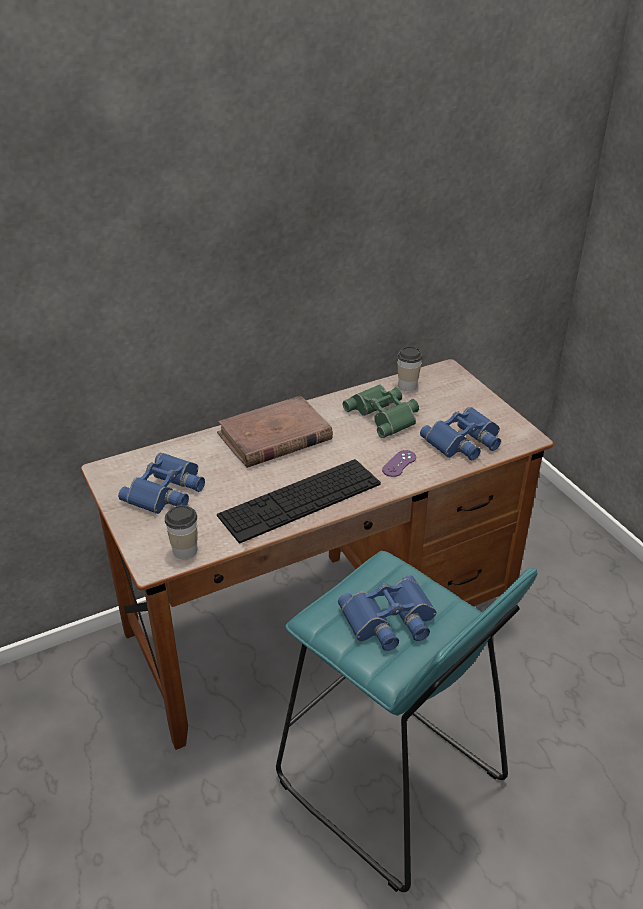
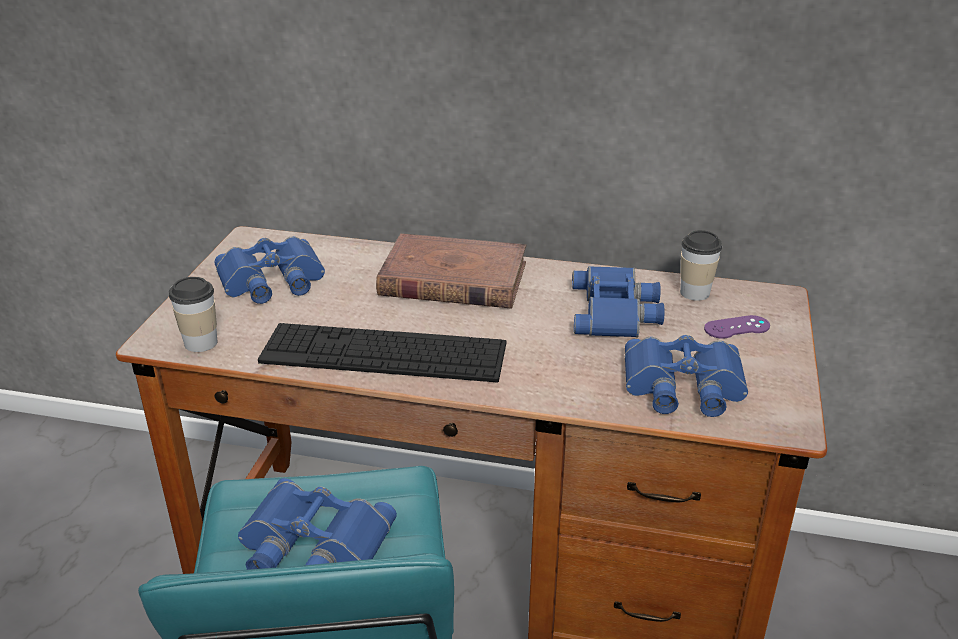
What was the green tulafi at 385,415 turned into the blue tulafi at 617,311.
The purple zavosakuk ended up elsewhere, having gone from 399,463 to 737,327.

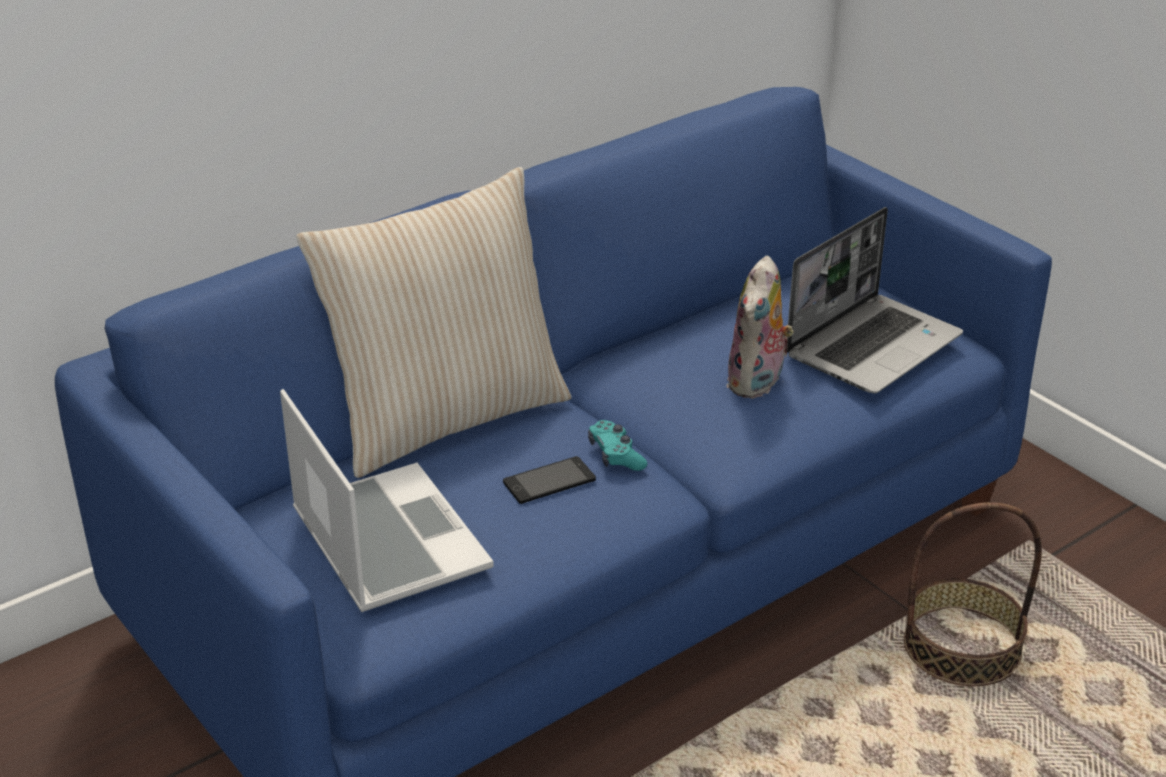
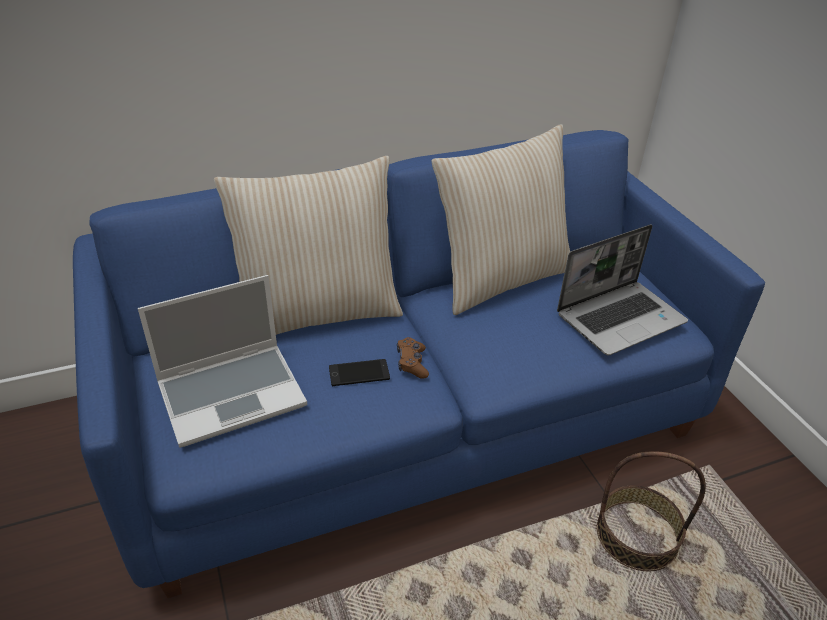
The second view lost the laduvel at 757,383.
The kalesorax at 386,540 ended up facing another way, 75 degrees clockwise from before.
What was the turquoise zavosakuk at 616,455 turned into the brown zavosakuk at 412,363.
The second view gained the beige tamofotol at 500,278.

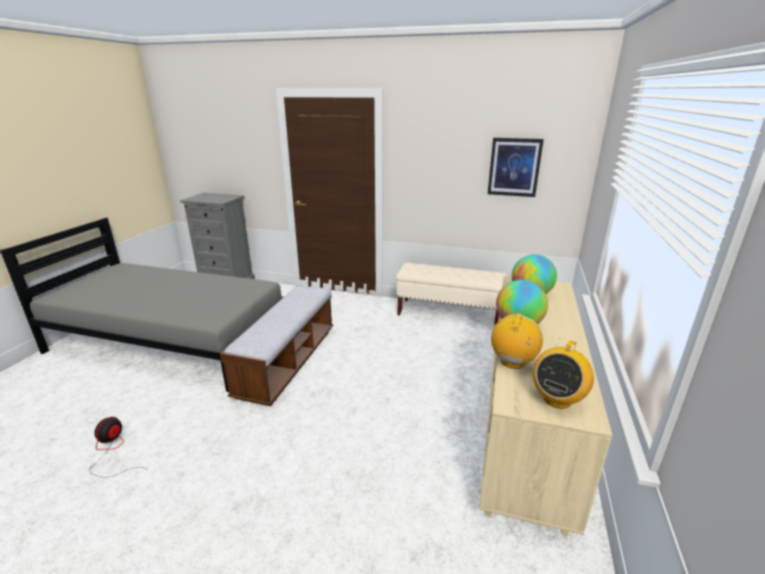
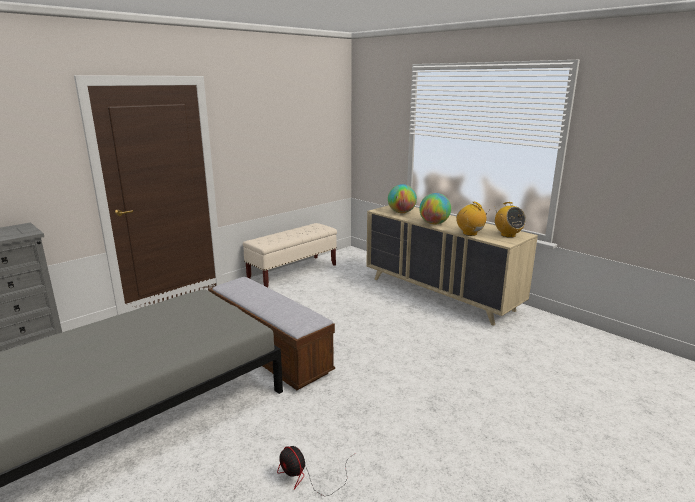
The second view lost the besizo at 514,167.

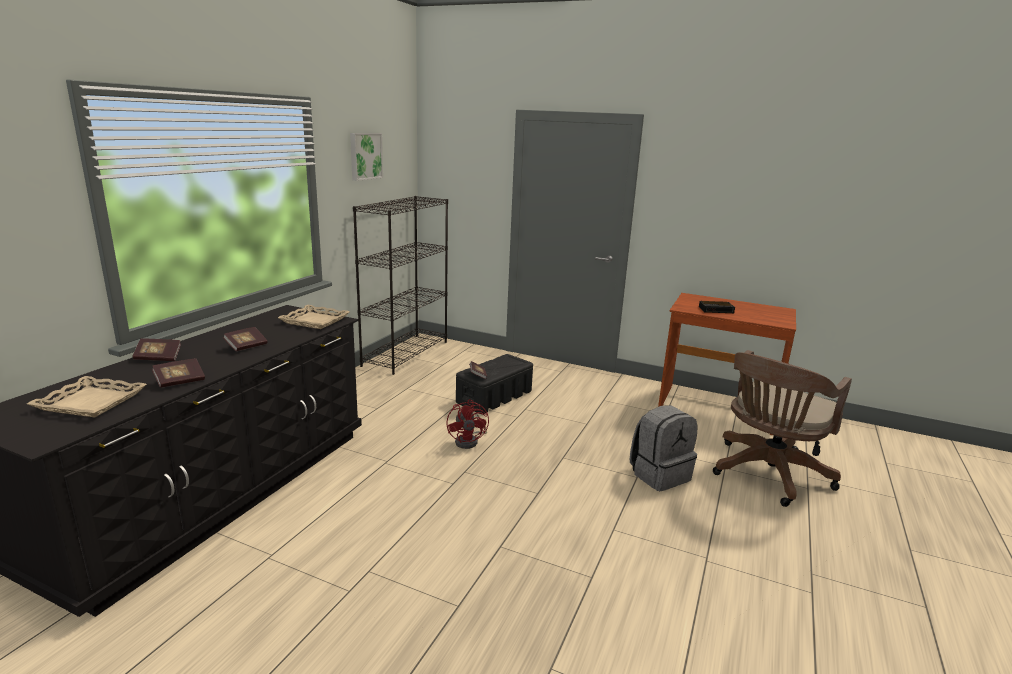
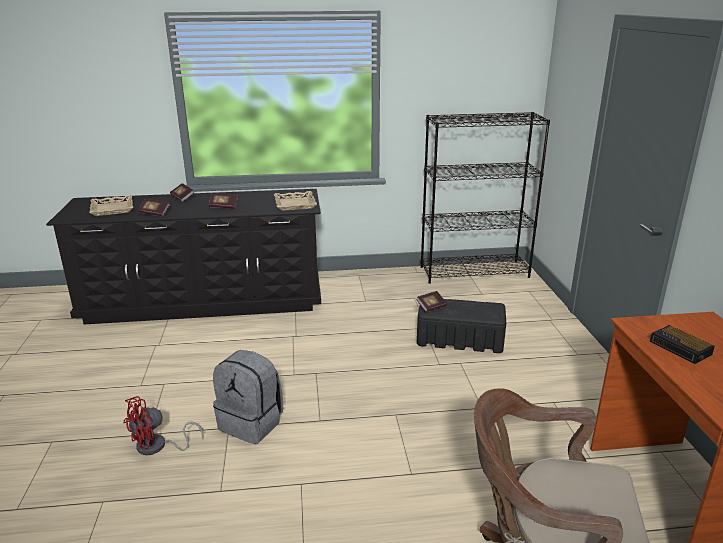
The second view lost the besizo at 365,156.
The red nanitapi ended up elsewhere, having gone from 470,441 to 157,447.
The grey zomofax ended up elsewhere, having gone from 659,474 to 252,423.

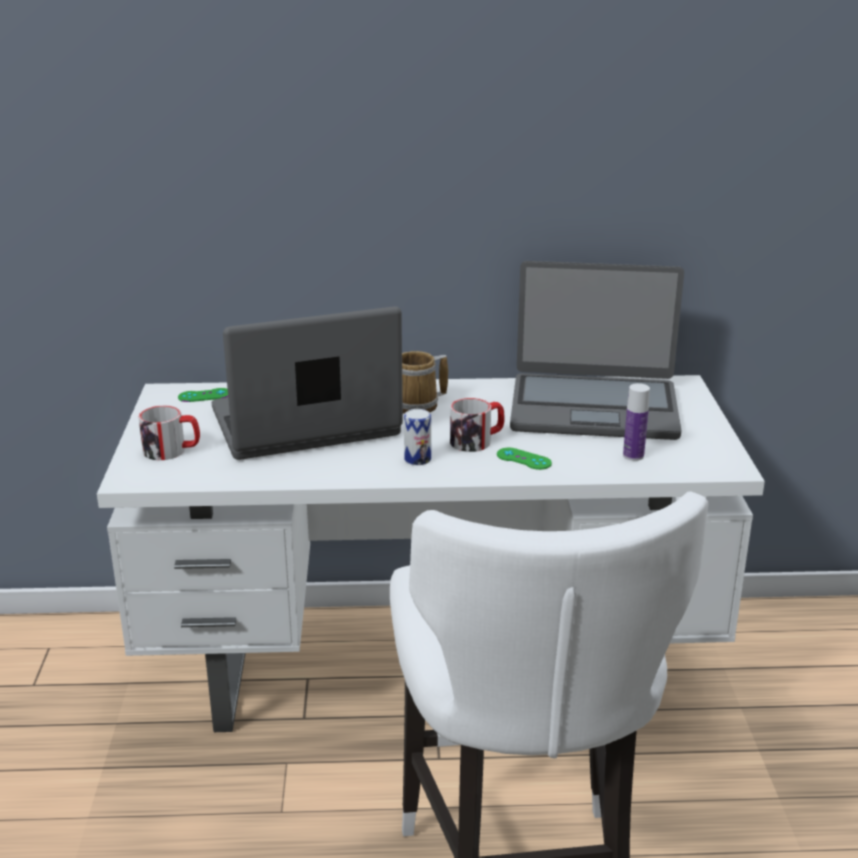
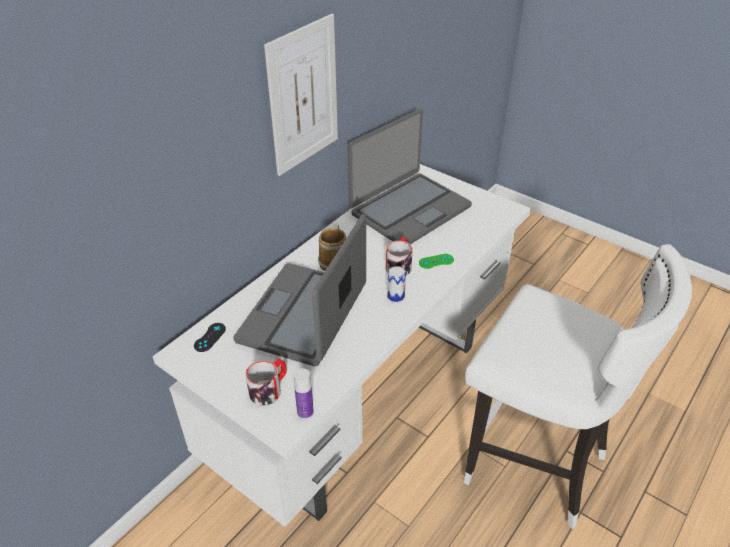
The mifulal ended up elsewhere, having gone from 633,455 to 305,412.
What was the green zavosakuk at 204,395 turned into the black zavosakuk at 210,337.
The second view gained the besizo at 303,96.

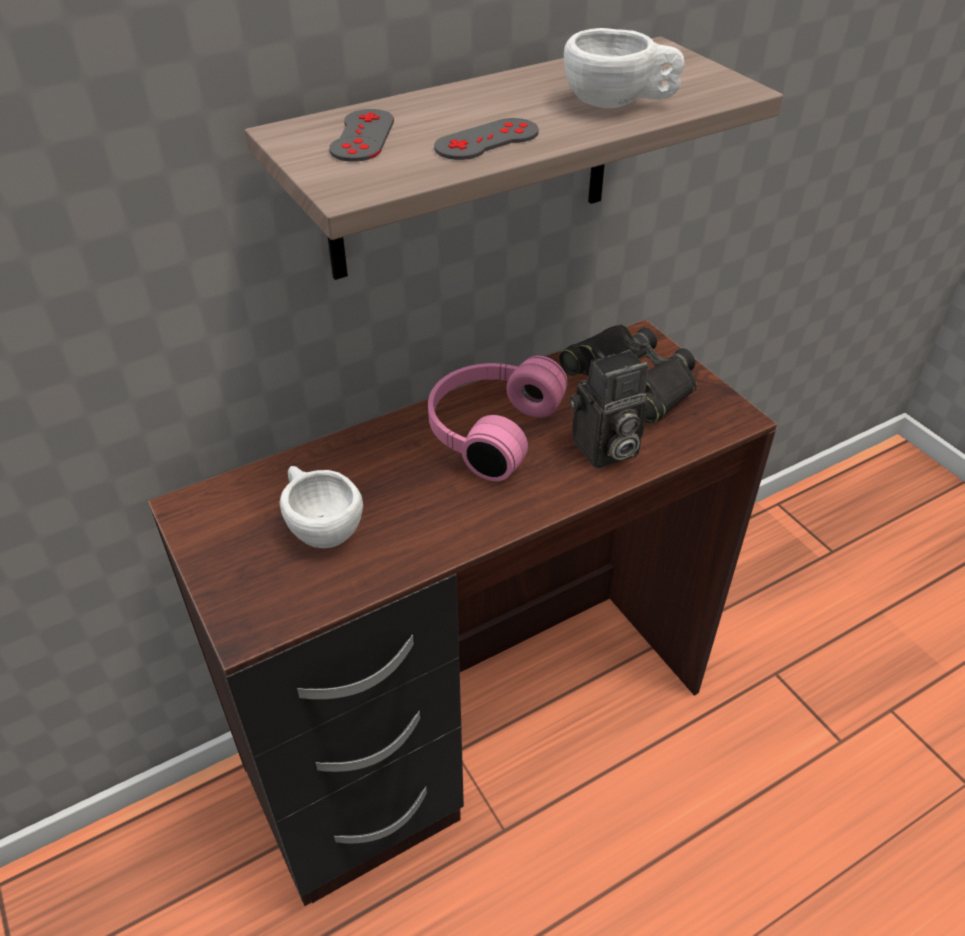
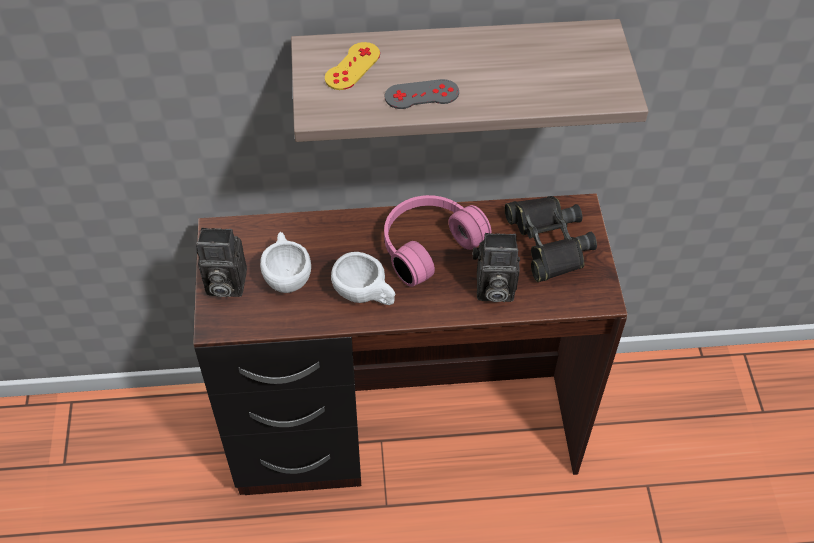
The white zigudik ended up elsewhere, having gone from 619,104 to 365,294.
What was the grey zavosakuk at 362,136 turned into the yellow zavosakuk at 352,66.
The second view gained the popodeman at 223,284.

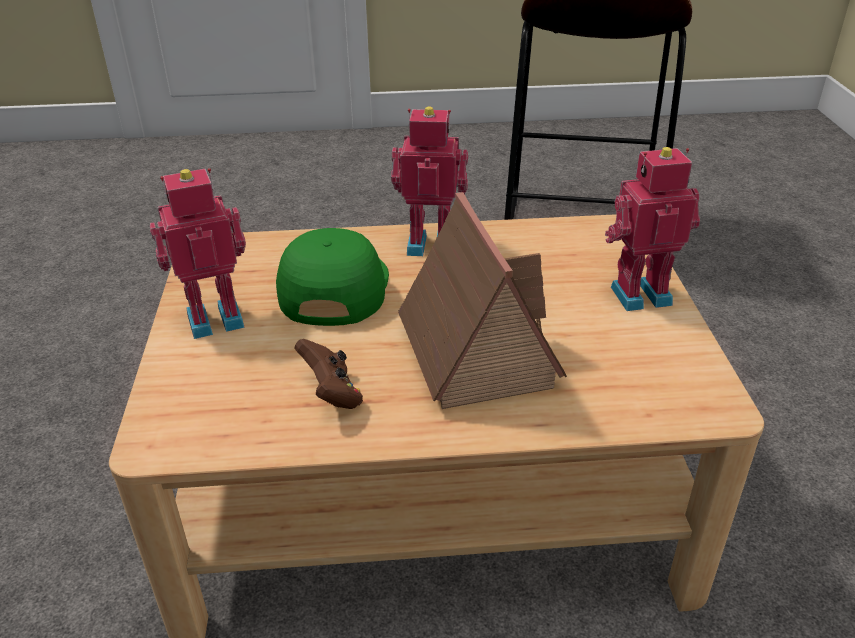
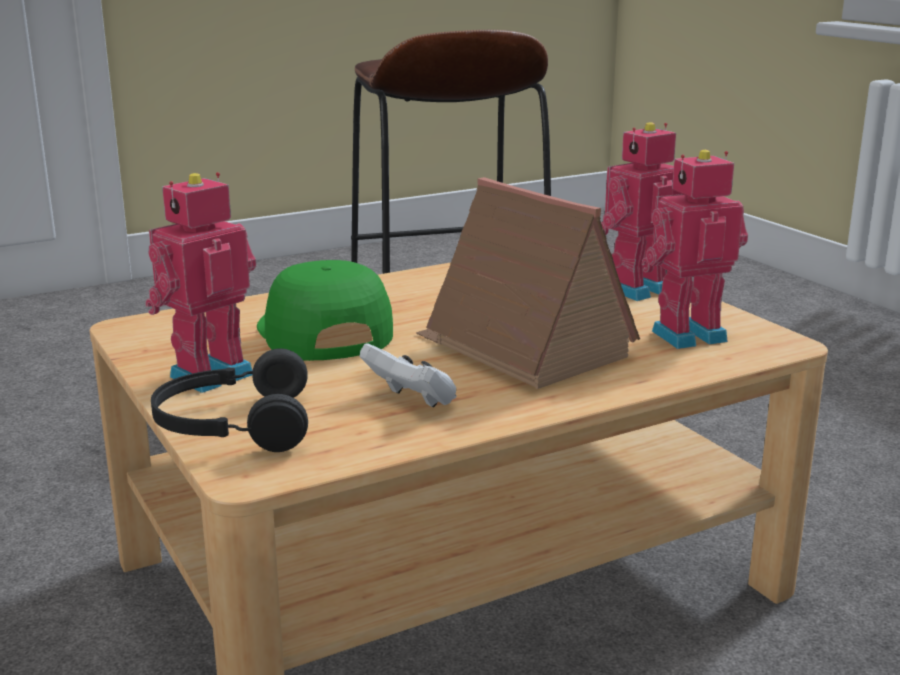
The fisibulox ended up elsewhere, having gone from 430,244 to 686,334.
What was the brown zavosakuk at 332,394 turned into the white zavosakuk at 412,401.
The second view gained the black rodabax at 232,426.

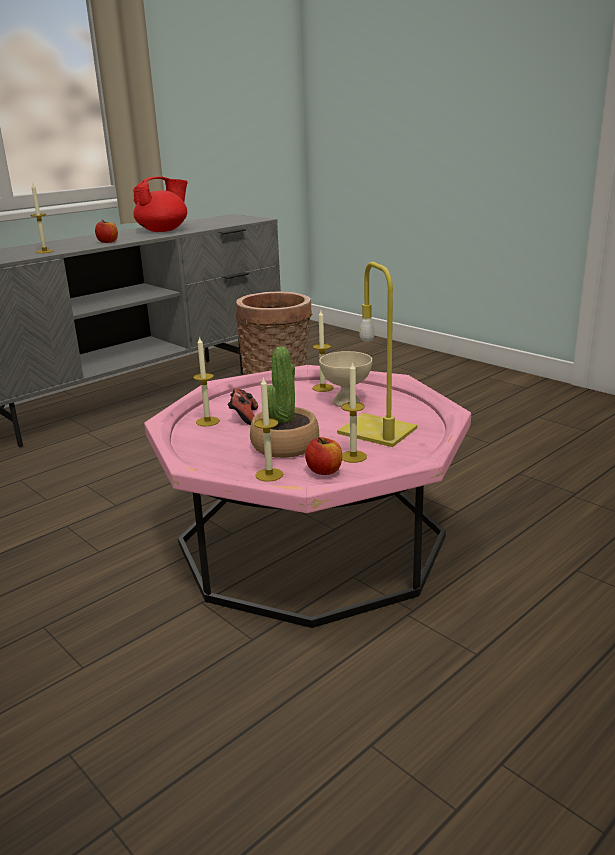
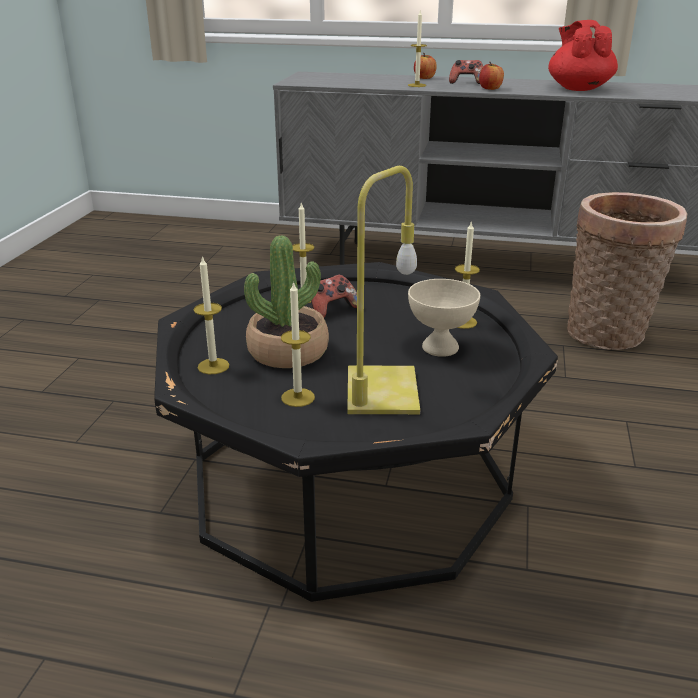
The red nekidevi at 163,230 ended up facing another way, 120 degrees counterclockwise from before.
What was the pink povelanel at 311,540 turned into the black povelanel at 349,479.
The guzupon ended up elsewhere, having gone from 324,471 to 424,78.
The second view gained the zavosakuk at 466,83.

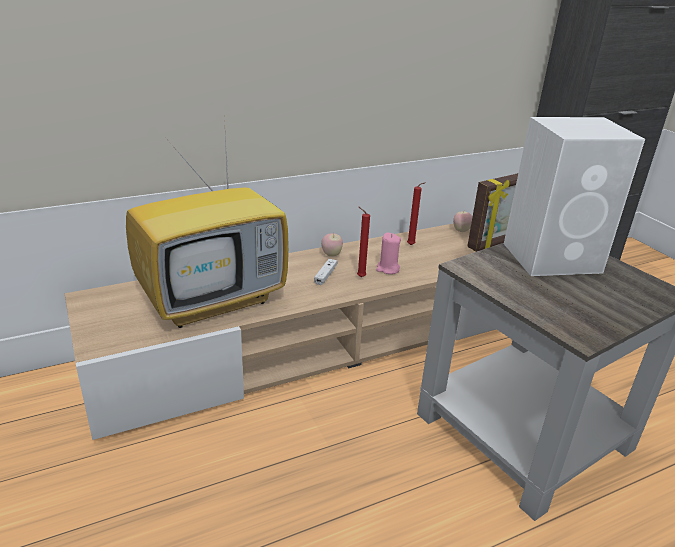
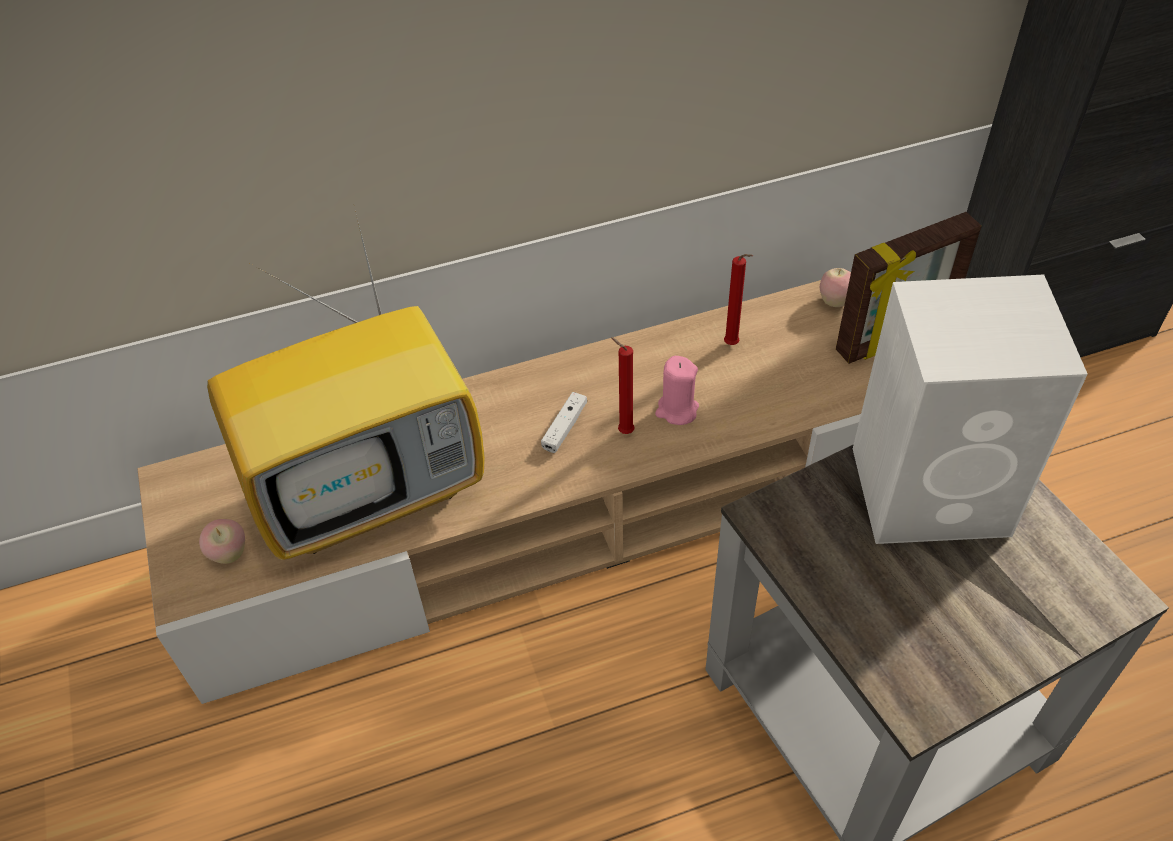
The guzupon ended up elsewhere, having gone from 331,254 to 229,554.

